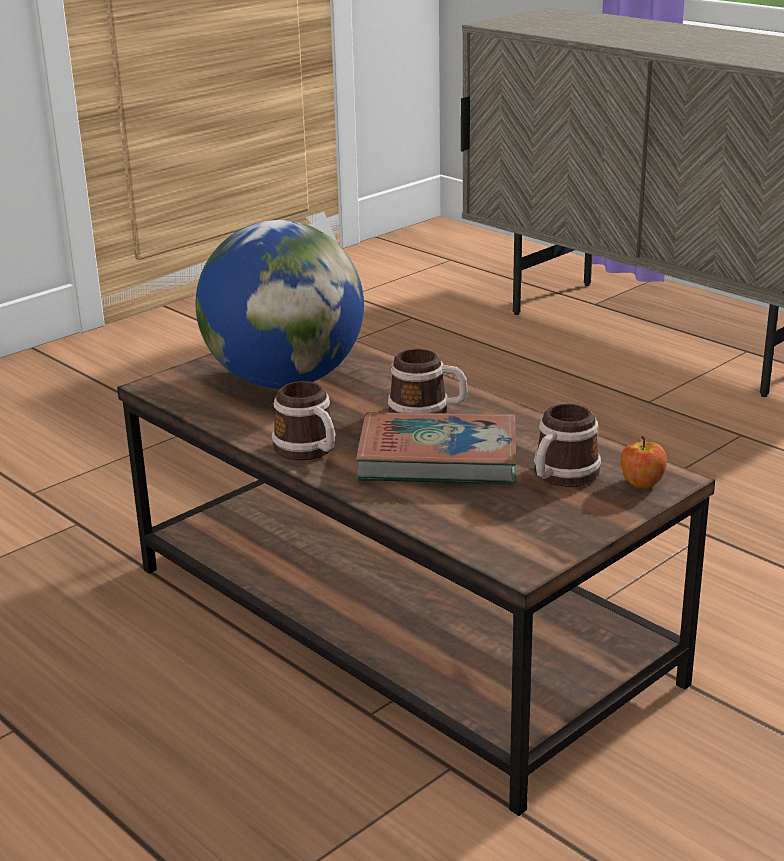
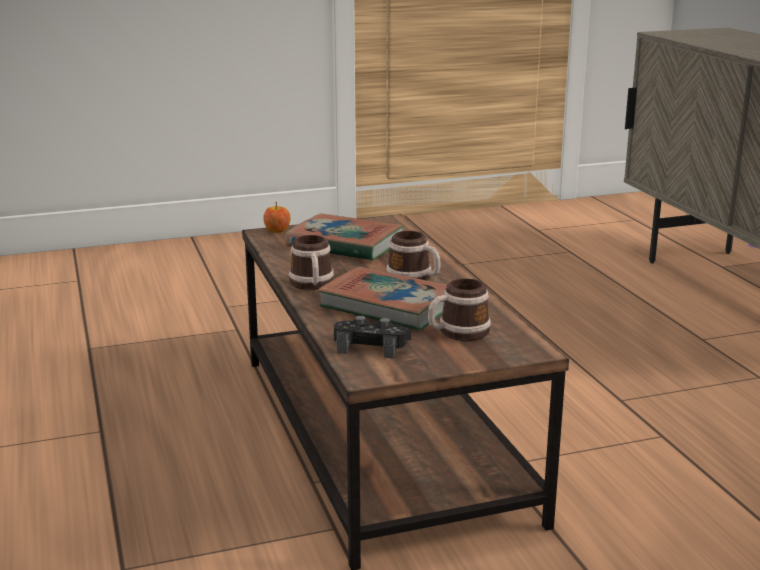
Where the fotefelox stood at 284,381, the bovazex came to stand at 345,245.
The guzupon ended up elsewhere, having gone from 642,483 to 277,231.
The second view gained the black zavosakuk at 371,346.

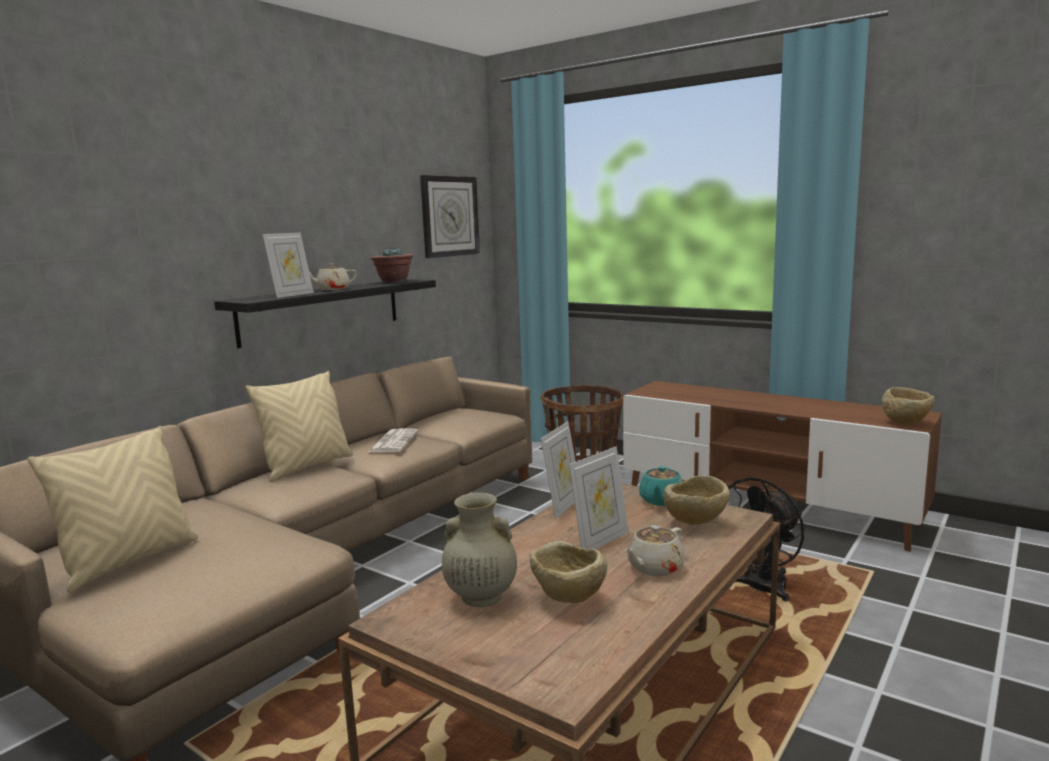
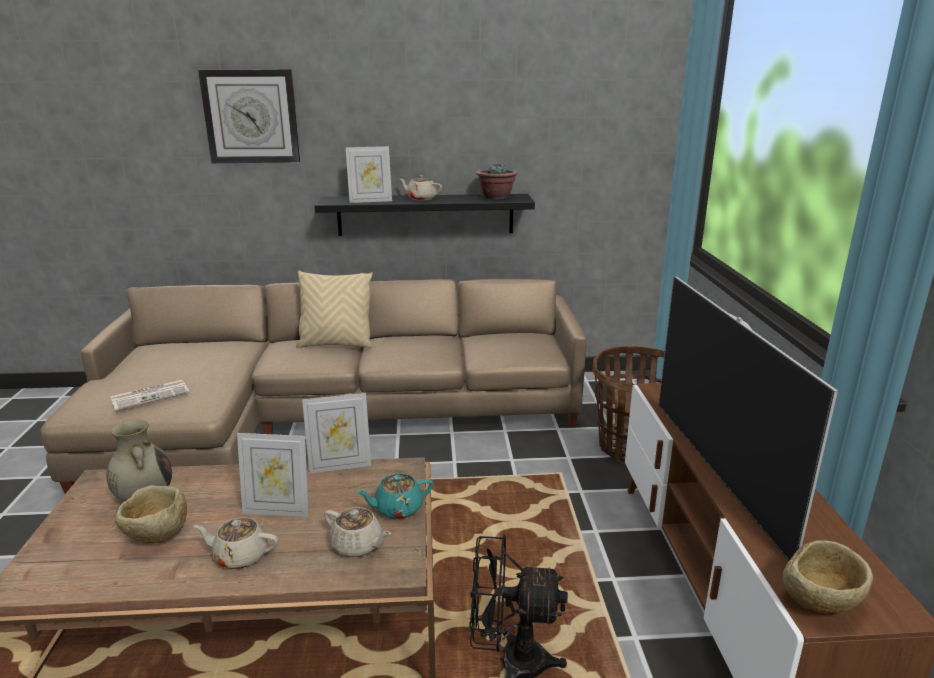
The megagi ended up elsewhere, having gone from 449,216 to 251,117.
The second view lost the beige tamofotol at 129,561.
The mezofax ended up elsewhere, having gone from 393,441 to 151,395.
Where the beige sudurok stood at 695,523, the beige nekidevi came to stand at 357,545.
The second view gained the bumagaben at 716,471.

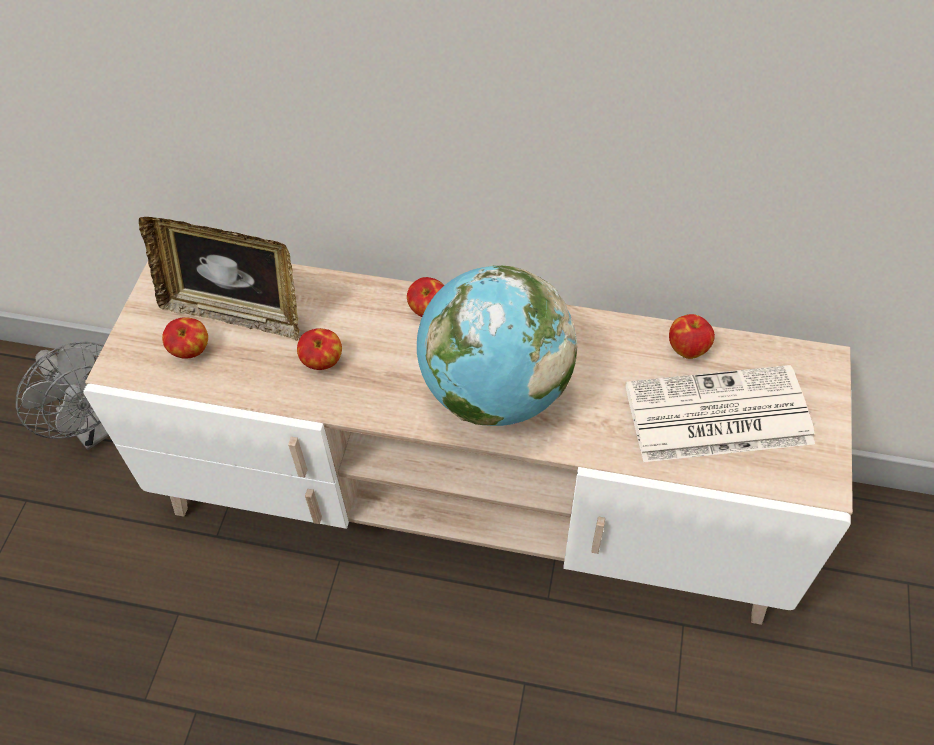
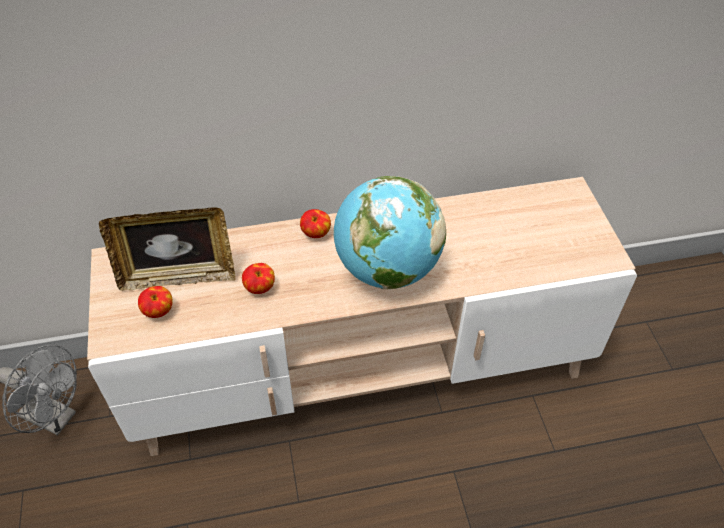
The second view lost the guzupon at 688,348.
The second view lost the mezofax at 715,416.

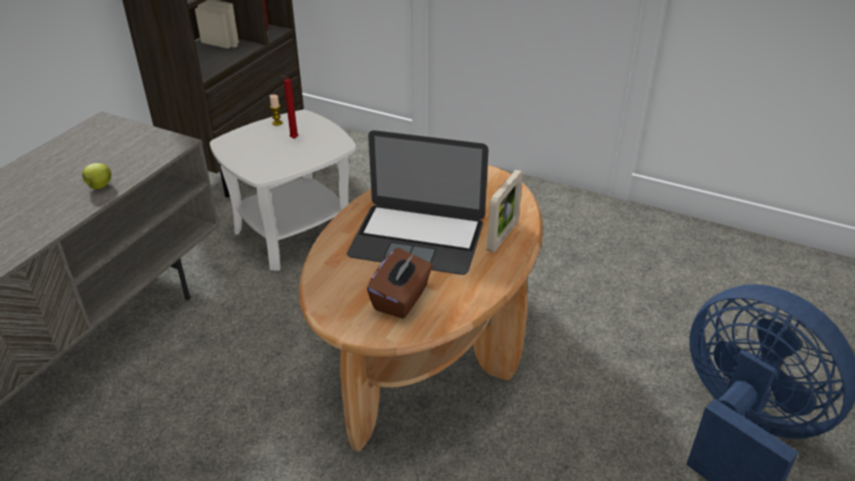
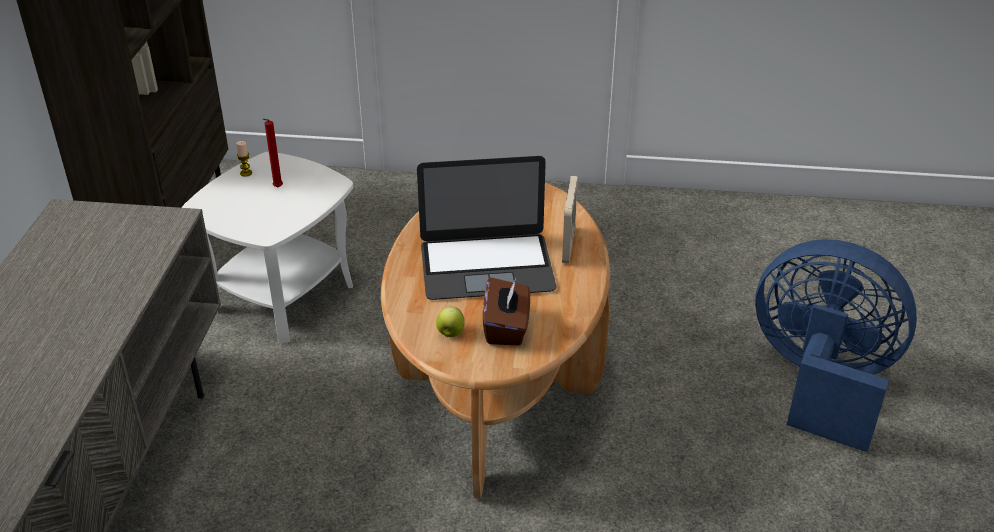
The guzupon ended up elsewhere, having gone from 99,186 to 450,333.

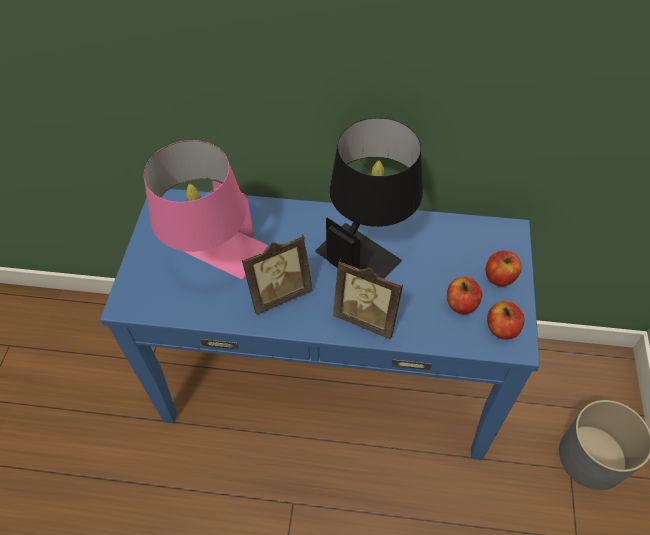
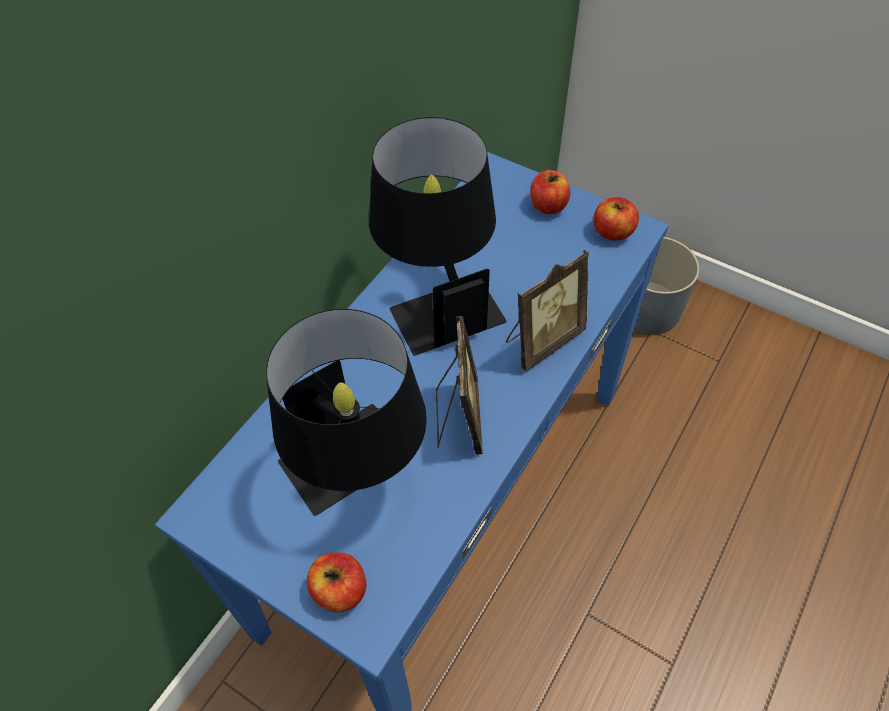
What was the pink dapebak at 215,260 turned into the black dapebak at 359,475.
The guzupon ended up elsewhere, having gone from 461,304 to 340,590.

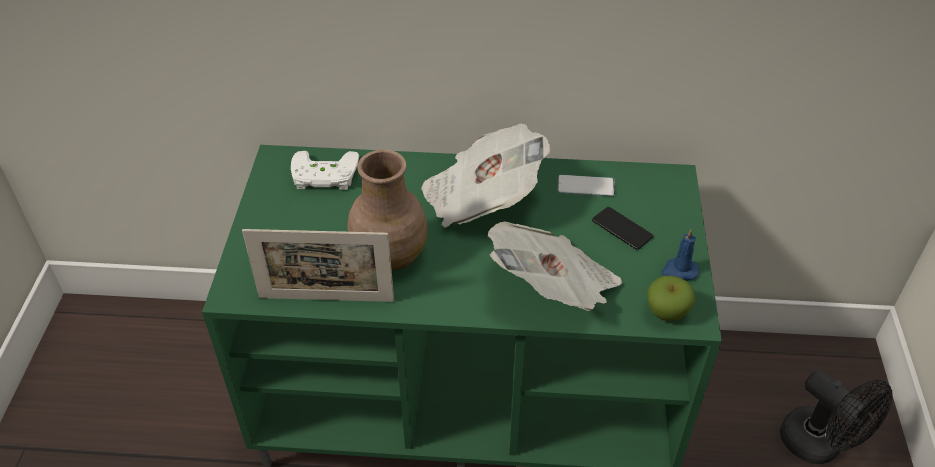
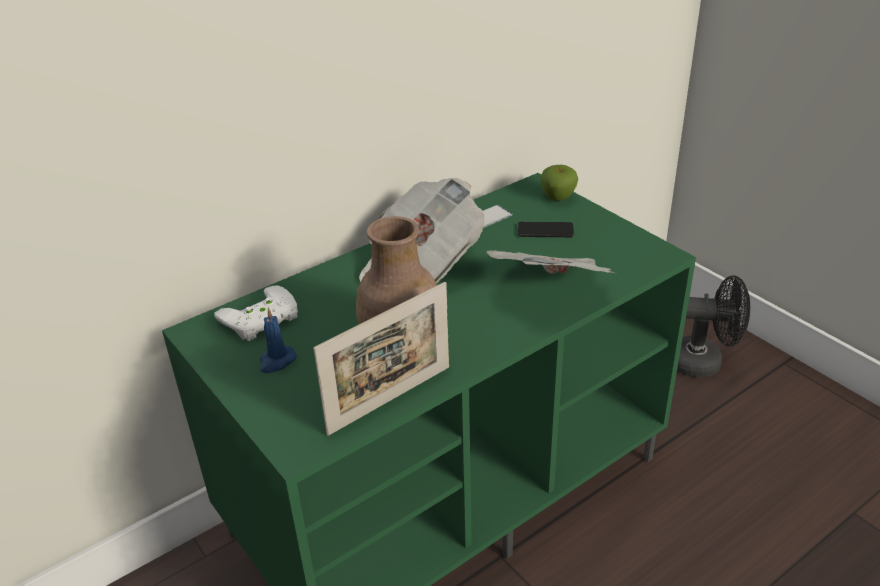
The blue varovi ended up elsewhere, having gone from 679,271 to 276,361.
The guzupon ended up elsewhere, having gone from 666,313 to 558,197.

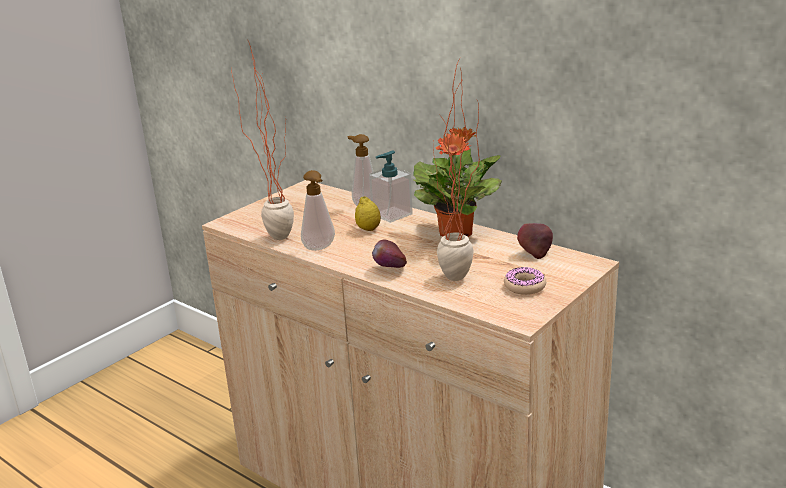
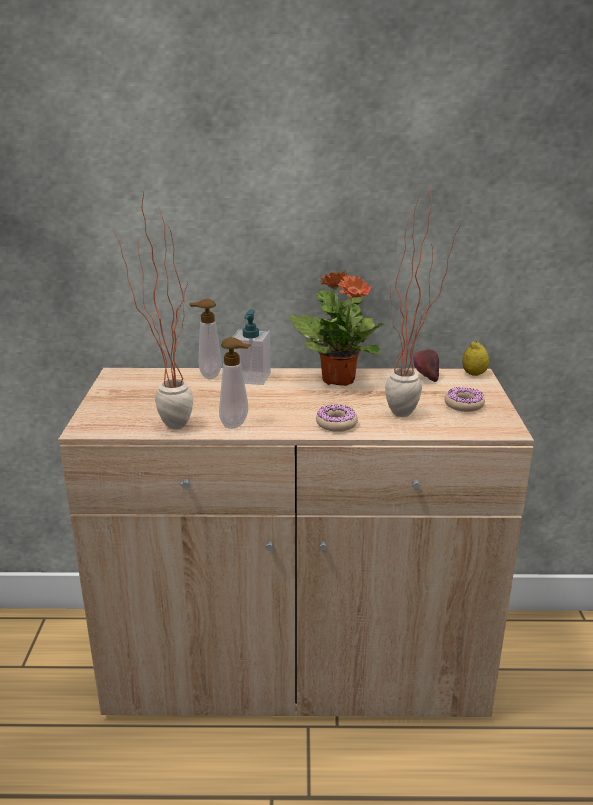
The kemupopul ended up elsewhere, having gone from 368,229 to 474,374.
Where the guzupon stood at 390,270, the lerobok came to stand at 336,424.

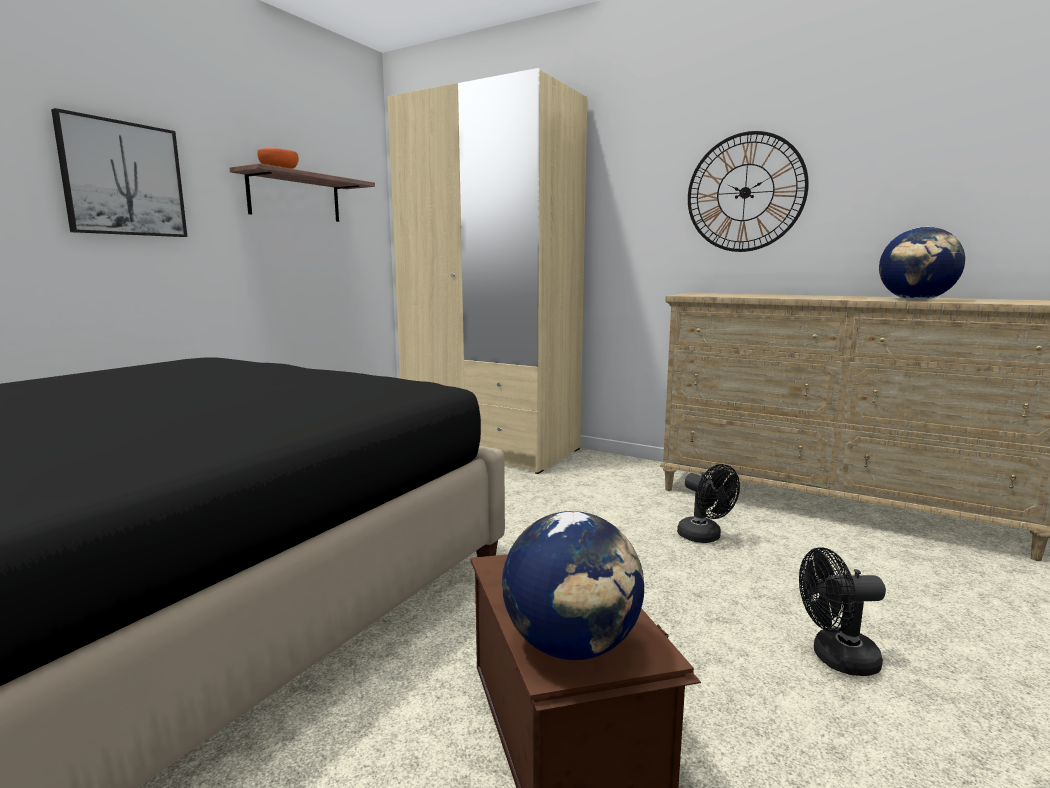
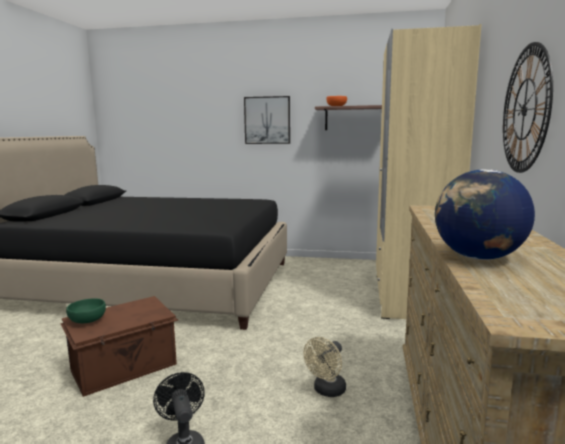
What was the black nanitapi at 704,537 turned into the beige nanitapi at 327,391.
Where the fotefelox stood at 572,645, the green sudurok came to stand at 88,320.

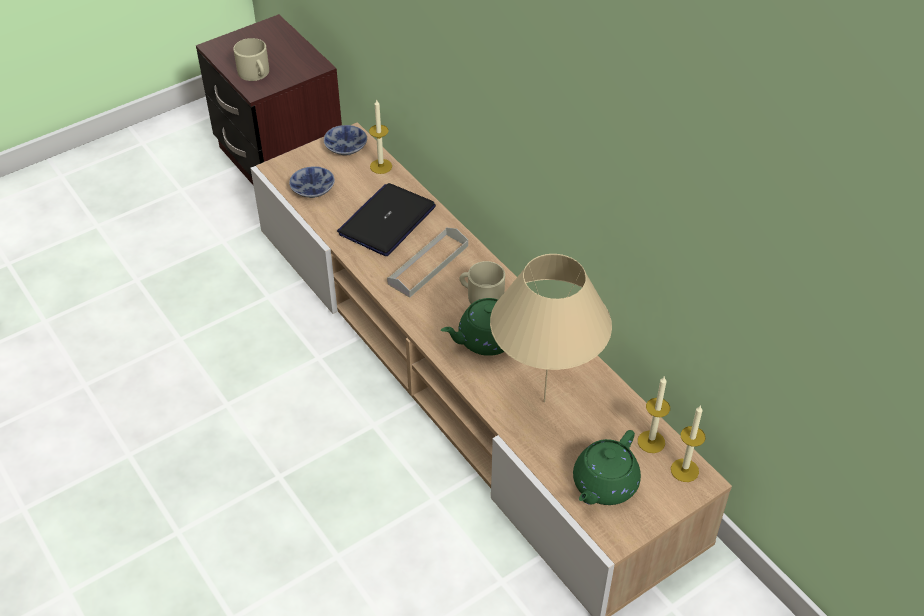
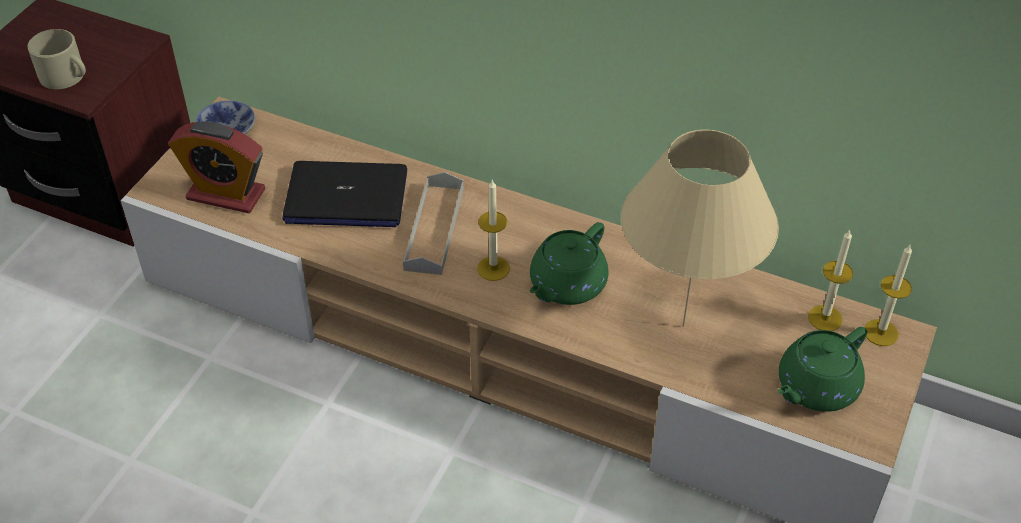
The varovi ended up elsewhere, having gone from 381,166 to 493,268.
Where the sudurok stood at 314,189, the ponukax came to stand at 226,194.
The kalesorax at 387,220 ended up facing another way, 90 degrees counterclockwise from before.
The second view lost the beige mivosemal at 481,295.
The green nekidevi at 604,485 ended up facing another way, 45 degrees clockwise from before.

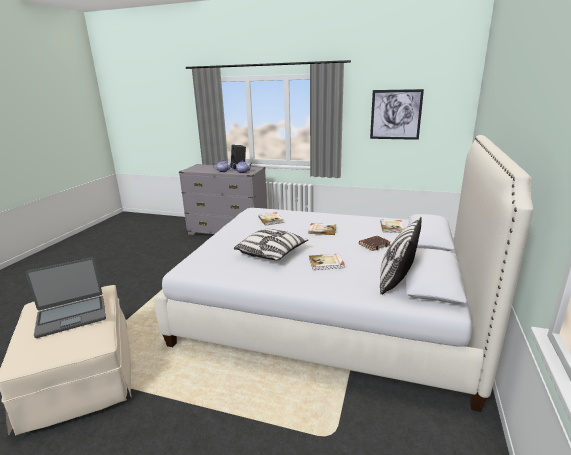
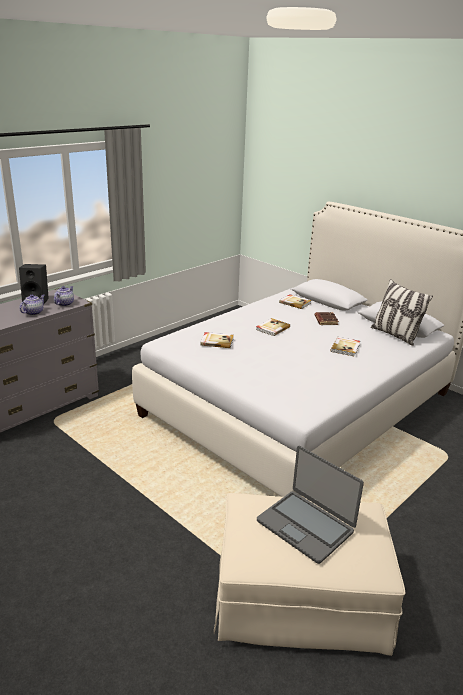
The second view lost the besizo at 395,114.
The second view lost the tamofotol at 272,253.
The kalesorax at 72,316 ended up facing another way, 135 degrees clockwise from before.

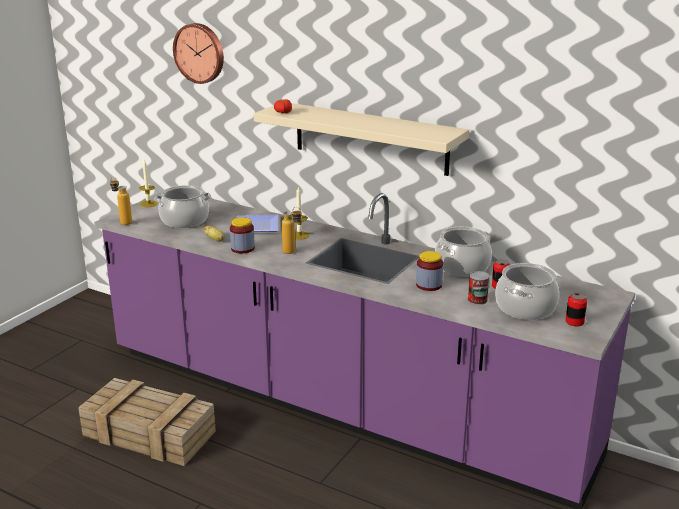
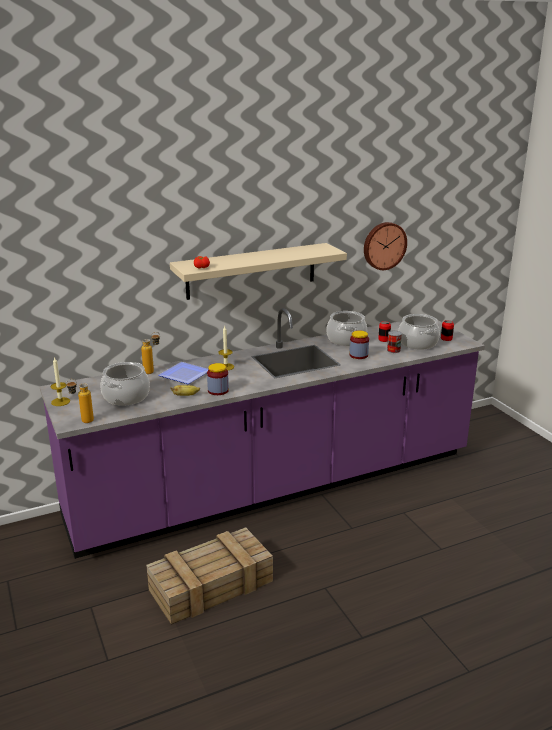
The megagi ended up elsewhere, having gone from 200,53 to 384,245.
The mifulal ended up elsewhere, having gone from 293,253 to 153,371.

